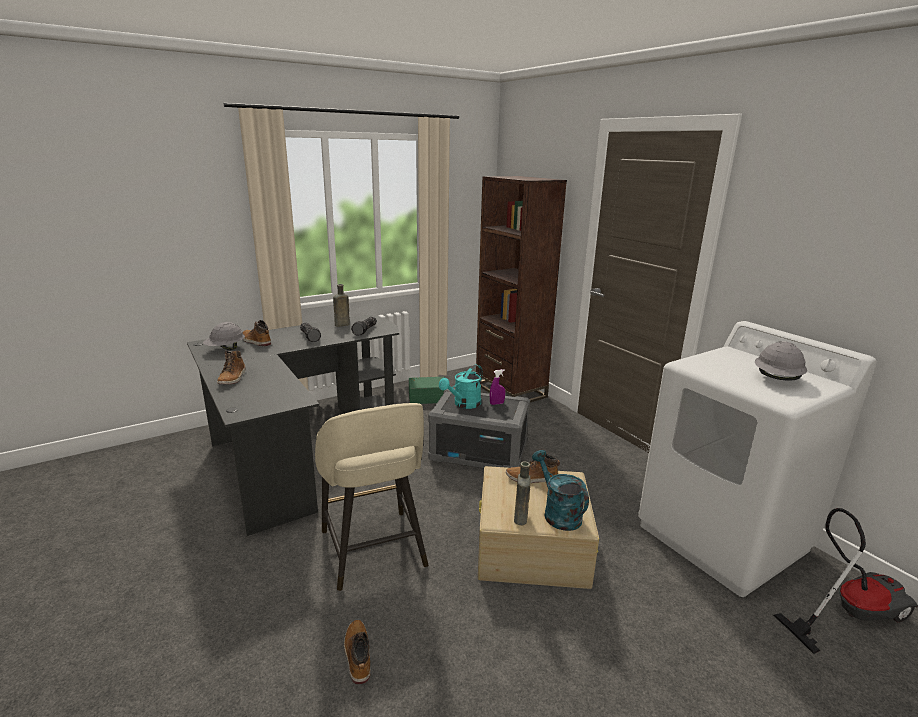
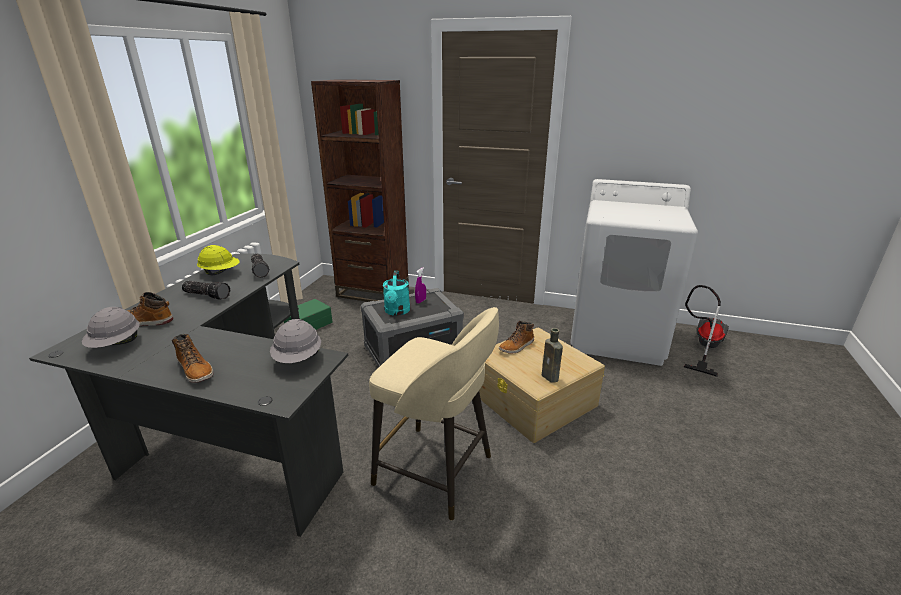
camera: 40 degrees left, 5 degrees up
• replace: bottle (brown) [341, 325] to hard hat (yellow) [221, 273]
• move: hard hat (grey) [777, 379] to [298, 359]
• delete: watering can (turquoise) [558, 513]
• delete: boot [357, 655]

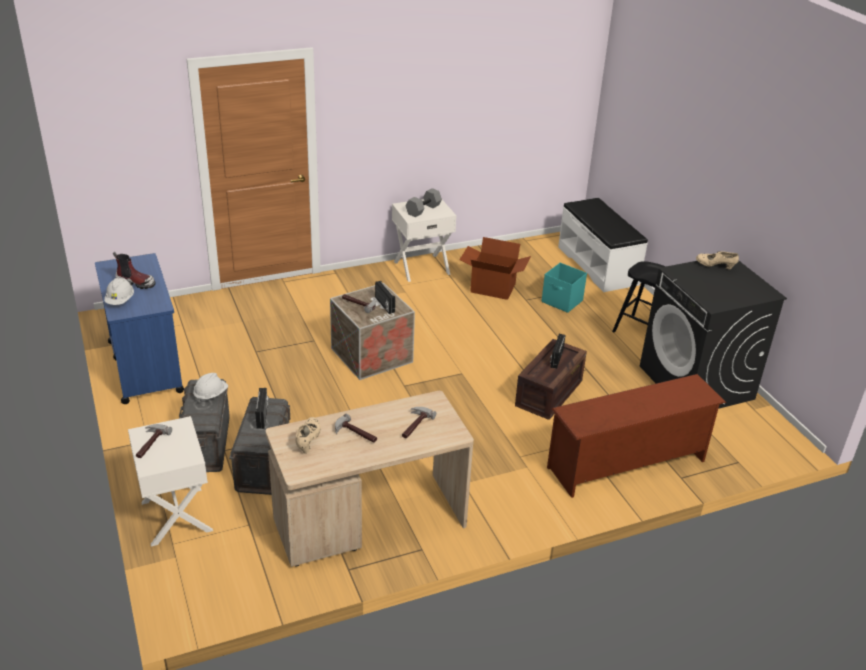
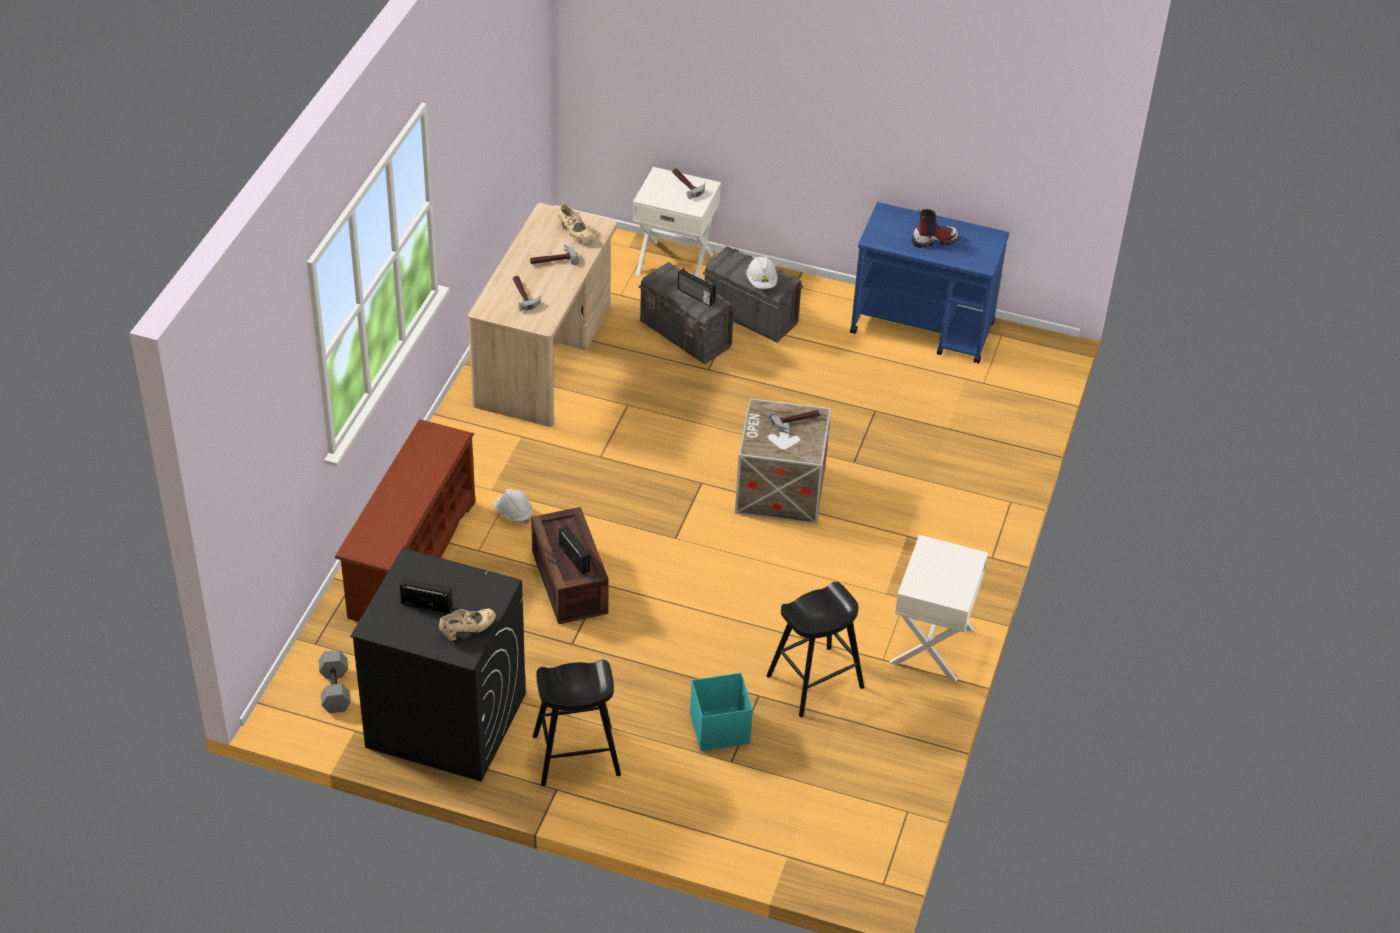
camera: 130 degrees right, 10 degrees up
• move: dumbbell (grey) [423, 209] to [336, 690]
• delete: bench (white) [598, 265]
• replace: cardboard box [492, 288] to stool (black) [815, 681]
• rotate: boot [136, 284] = [934, 240] 150 degrees counterclockwise
• move: hard hat (white) [120, 301] to [513, 513]
• move: radio [384, 305] to [427, 604]

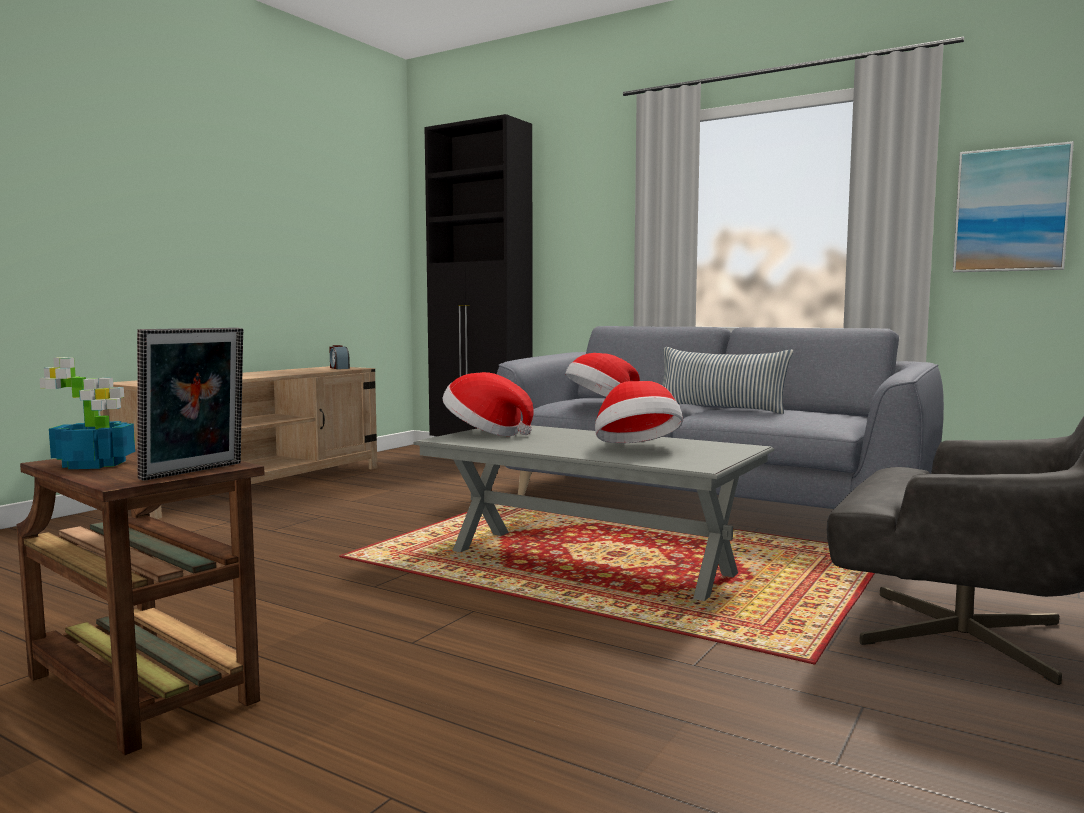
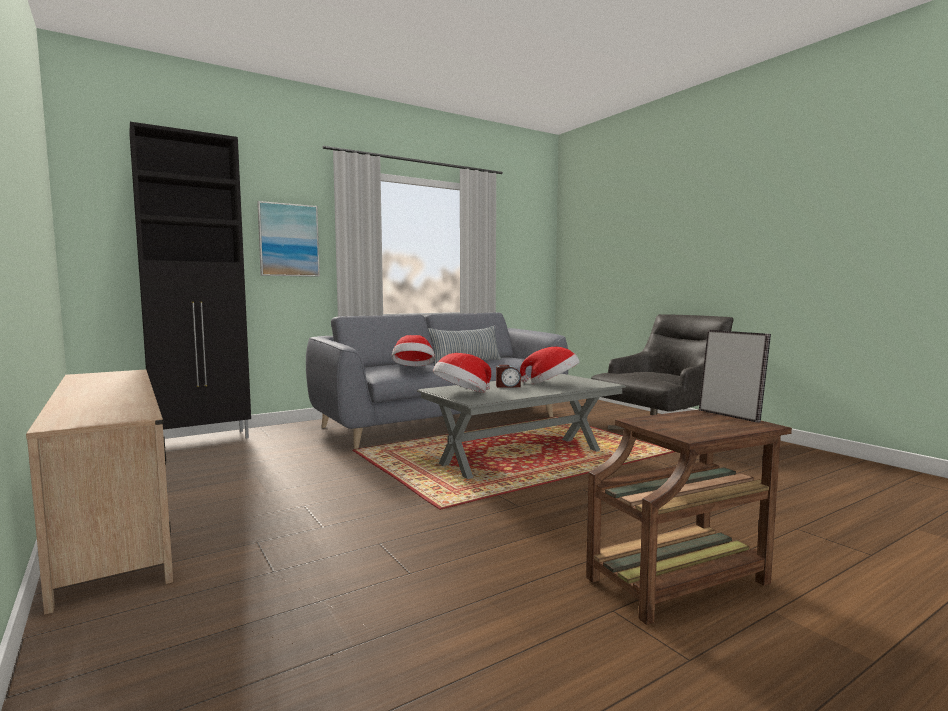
camera: 65 degrees left, 0 degrees up
• move: picture [1011, 210] to [288, 240]
• move: alarm clock [339, 368] to [508, 386]
• delete: potted plant [95, 464]

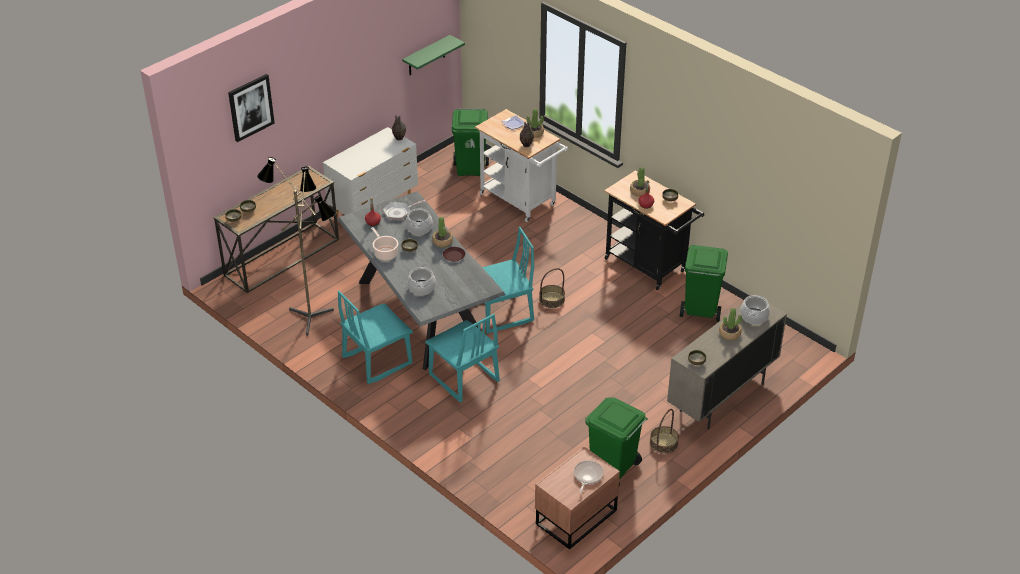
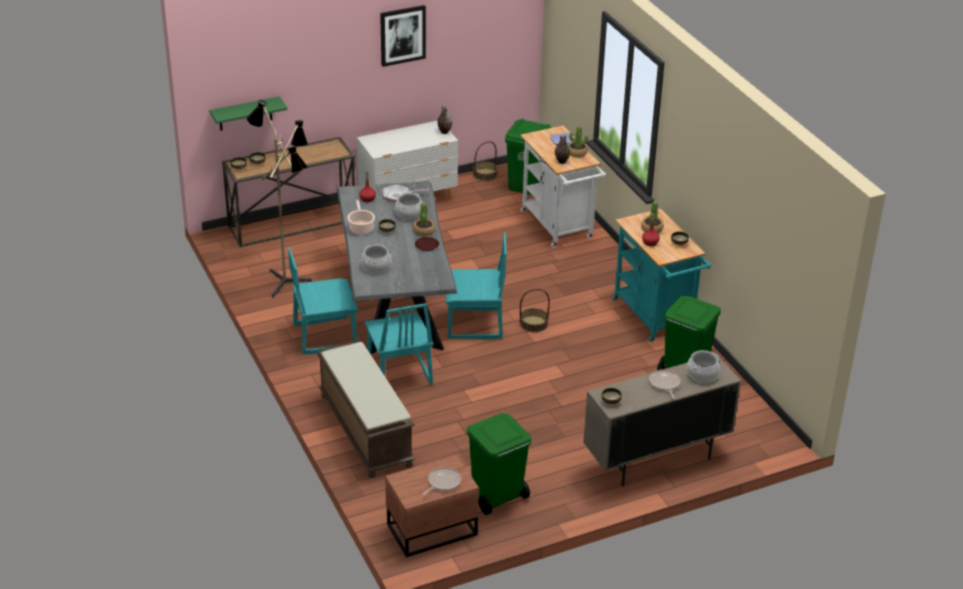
camera: 20 degrees right, 5 degrees down
• move: shelf (green) [426, 56] to [245, 114]
• move: picture [250, 107] to [402, 35]
• recolor: cart (black) [649, 267] to cart (turquoise) [655, 318]
• replace: potted plant [729, 334] to frying pan [664, 384]
• move: basket [663, 443] to [485, 174]
• insert: bench (brown) [364, 429]

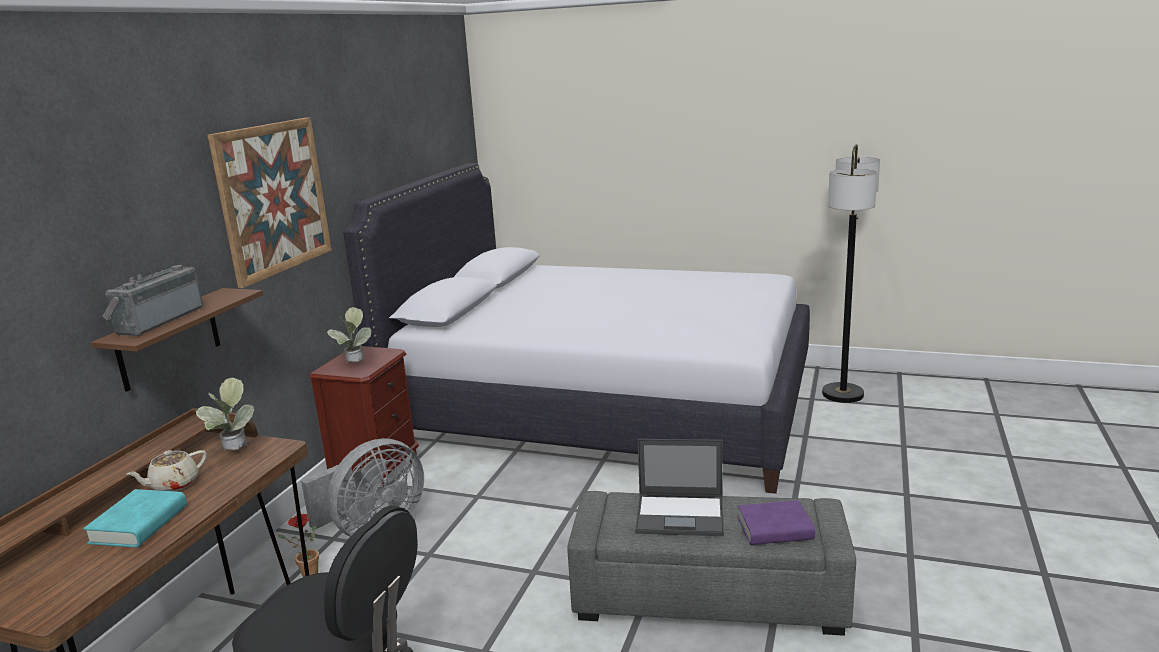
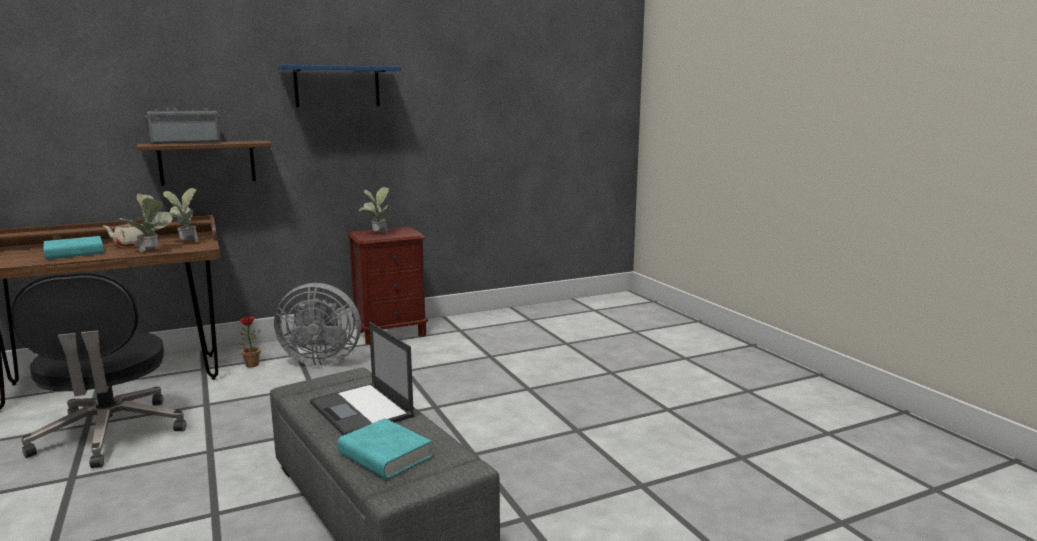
camera: 45 degrees right, 5 degrees down
• replace: picture [273, 198] to shelf (blue) [337, 86]
• delete: floor lamp [843, 394]
• delete: bed (white) [605, 407]
• recolor: book (purple) [775, 529] to book (turquoise) [385, 455]
• insert: potted plant [151, 251]

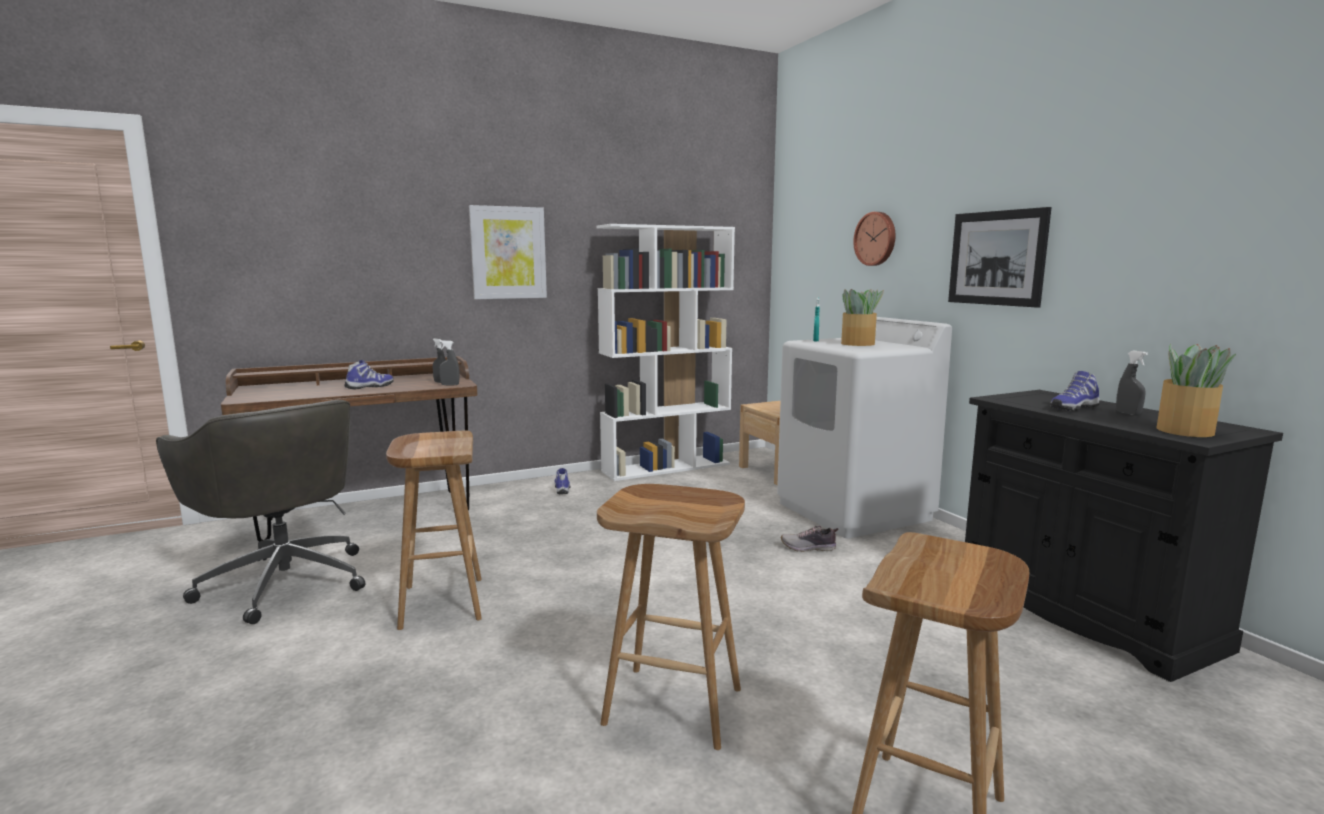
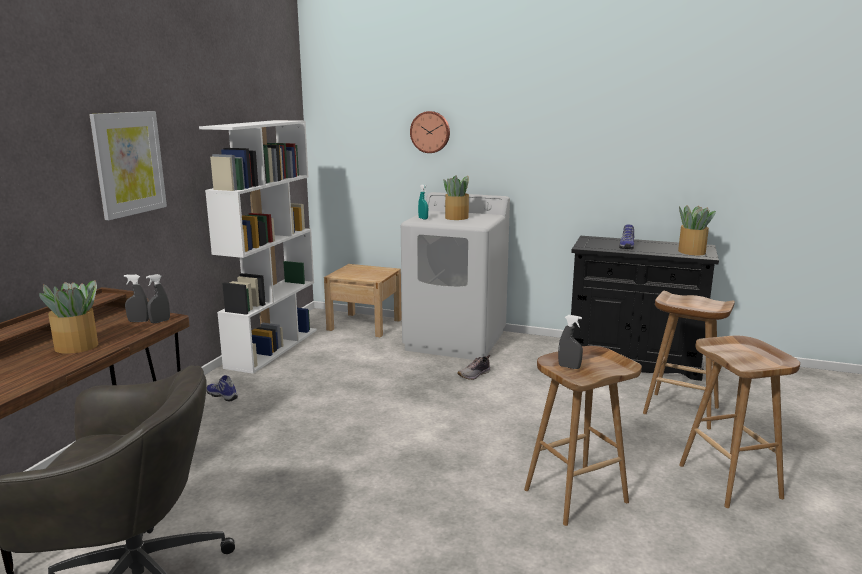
camera: 45 degrees left, 5 degrees up
• delete: picture [996, 258]
• move: spray bottle (grey) [1128, 414] to [569, 367]
• replace: shoe [370, 387] to potted plant [77, 346]
• move: stool (brown) [441, 602] to [679, 410]

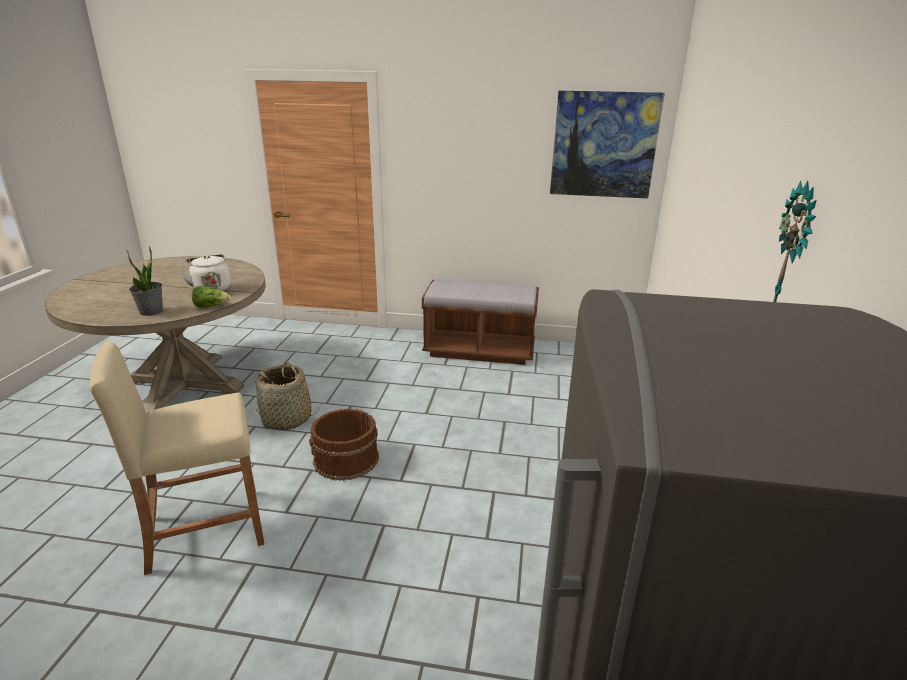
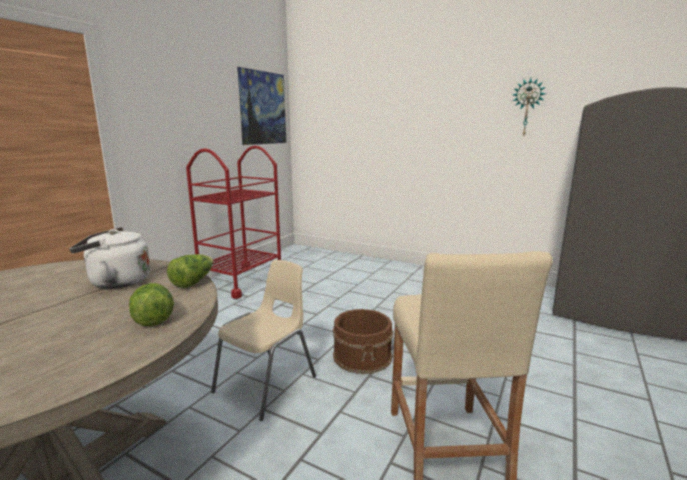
camera: 70 degrees left, 10 degrees down
• replace: potted plant [151, 311] to lettuce [152, 317]
• replace: bench (brown) [479, 350] to cart (red) [241, 281]
• replace: basket [287, 419] to chair (beige) [267, 384]

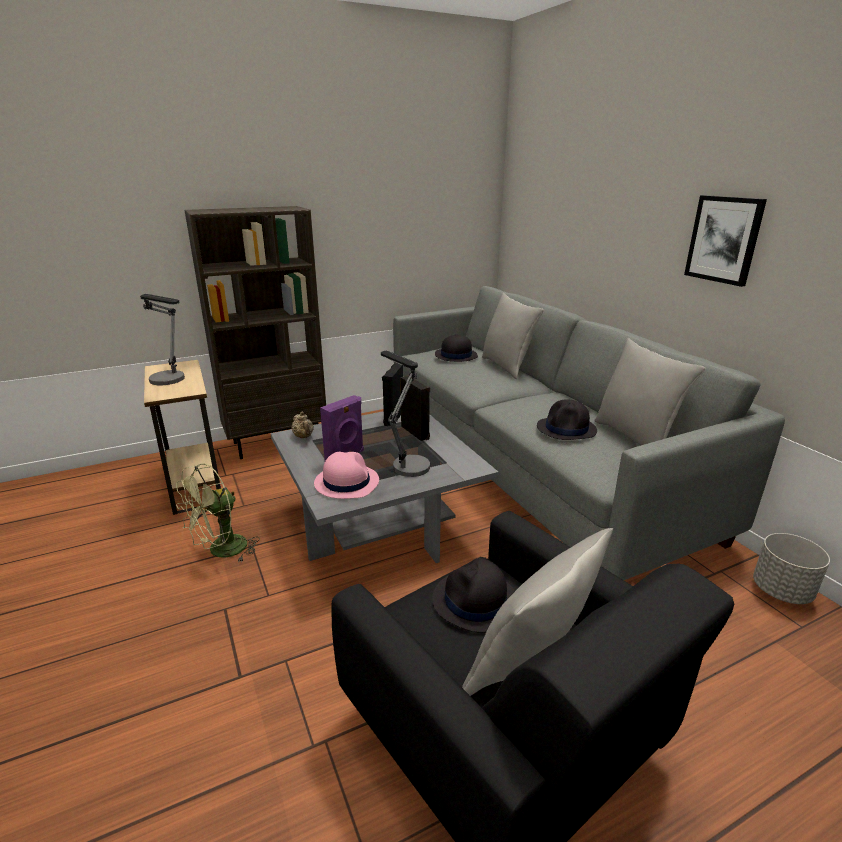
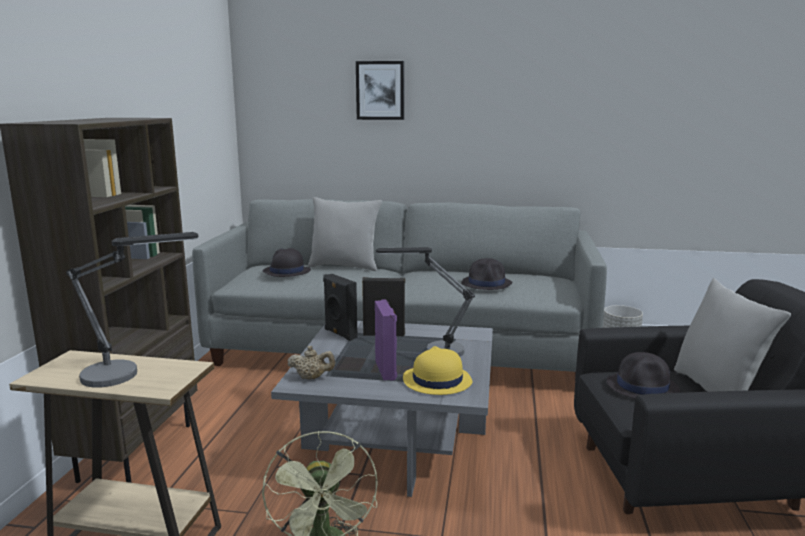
camera: 55 degrees left, 10 degrees down
• move: picture [724, 239] to [380, 90]
• delete: pillow (grey) [635, 437]
• recolor: hat (pink) [346, 482] to hat (yellow) [436, 381]

